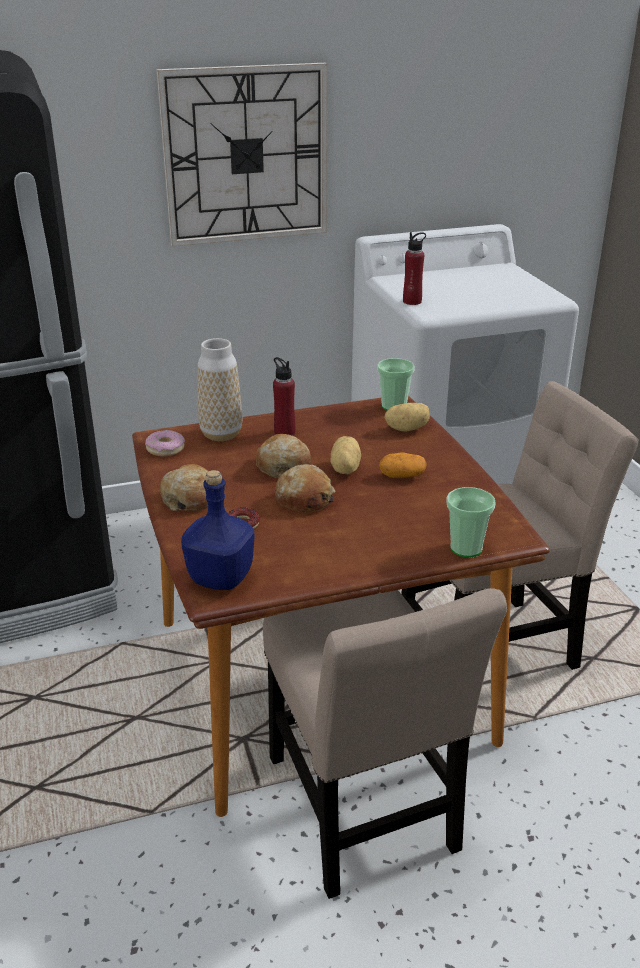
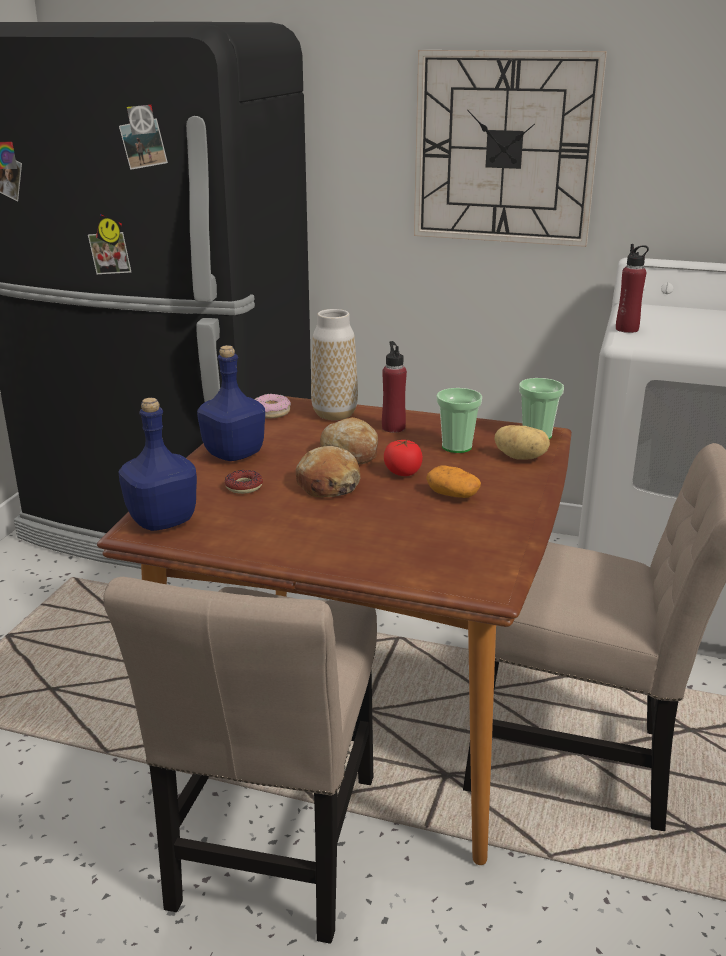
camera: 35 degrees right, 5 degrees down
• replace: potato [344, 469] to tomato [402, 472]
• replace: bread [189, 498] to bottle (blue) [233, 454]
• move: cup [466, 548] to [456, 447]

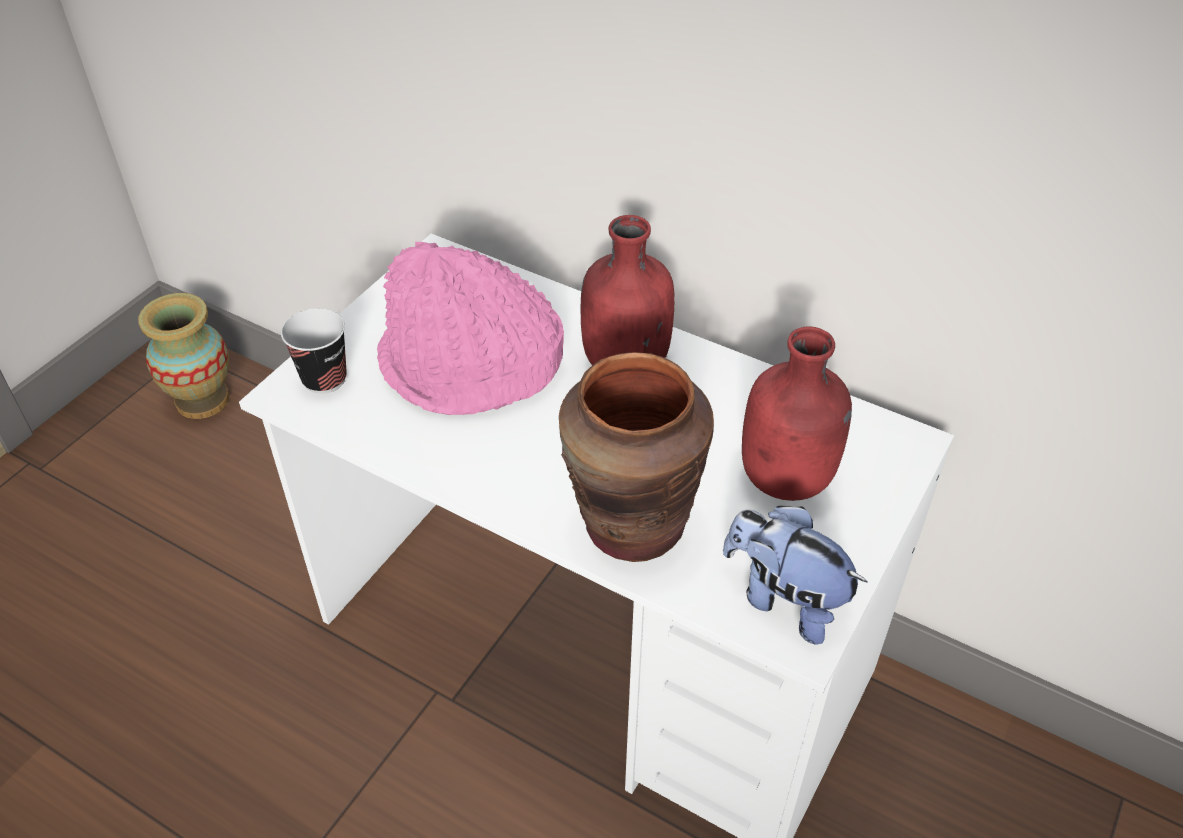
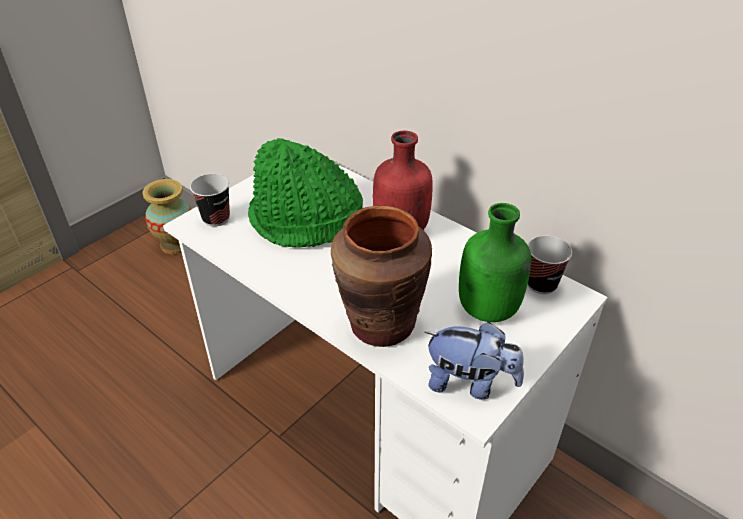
camera: 10 degrees right, 5 degrees down
• recolor: hat (pink) [471, 367] to hat (green) [305, 222]
• recolor: bottle (red) [787, 479] to bottle (green) [489, 309]
• rotate: plush toy [784, 599] = [469, 383] 150 degrees clockwise
• insert: cup [541, 284]

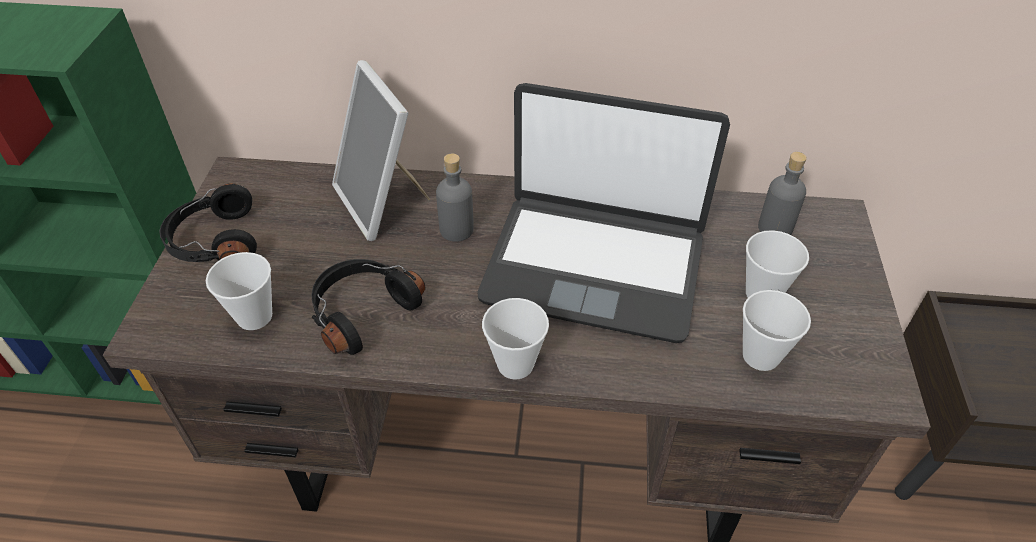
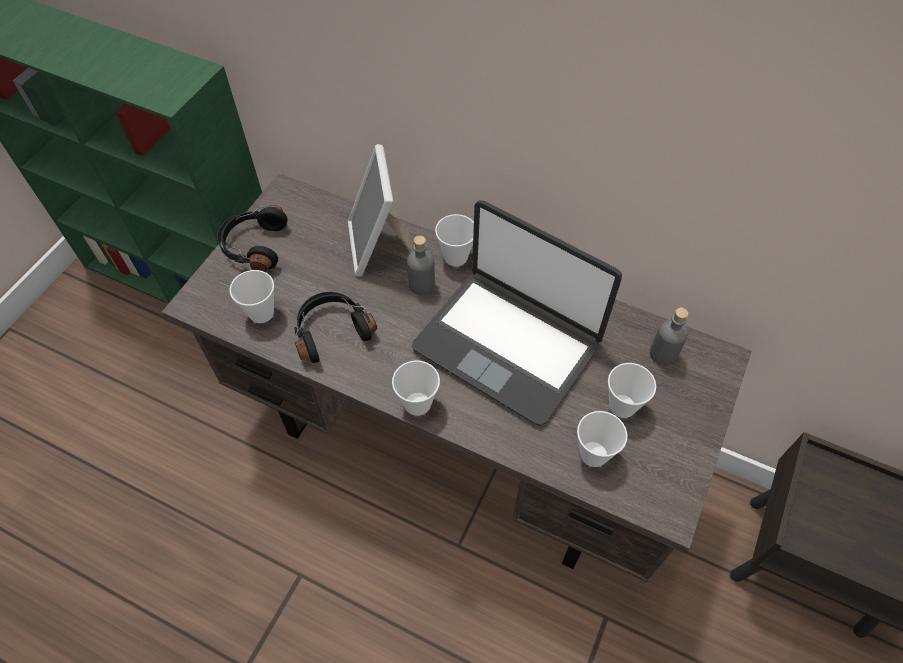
camera: 20 degrees right, 10 degrees up
• insert: cup [455, 257]

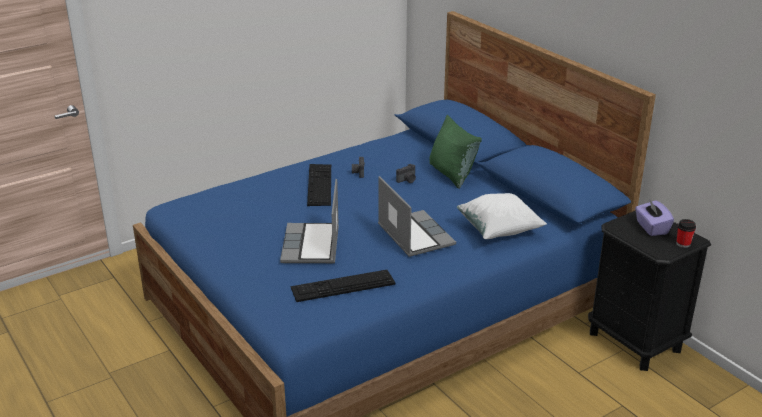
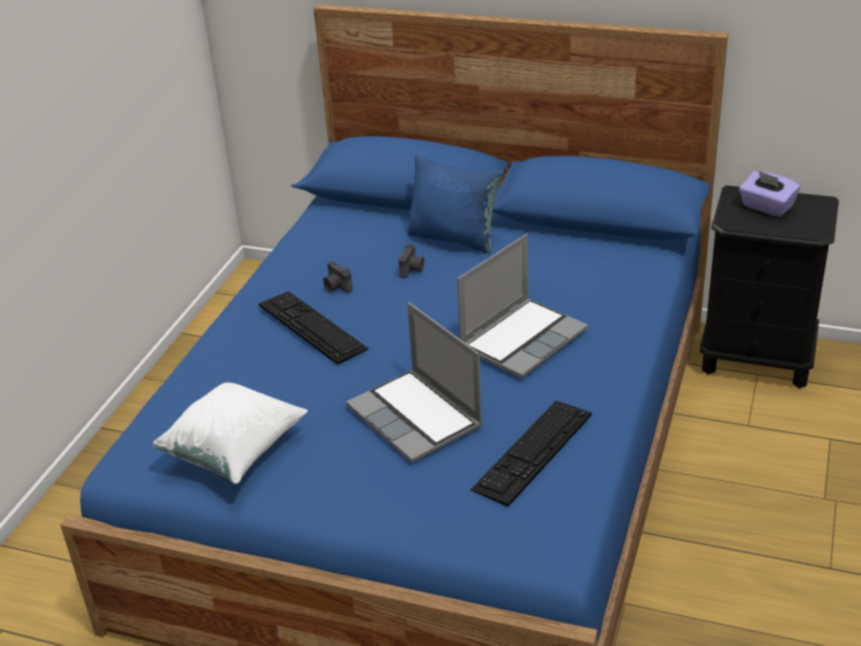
camera: 35 degrees left, 5 degrees up
• recolor: pillow (green) [452, 174] to pillow (blue) [455, 238]
• rotate: laptop [414, 235] = [523, 339] 105 degrees clockwise
• move: pillow (white) [498, 231] to [234, 453]
• delete: cup [683, 244]

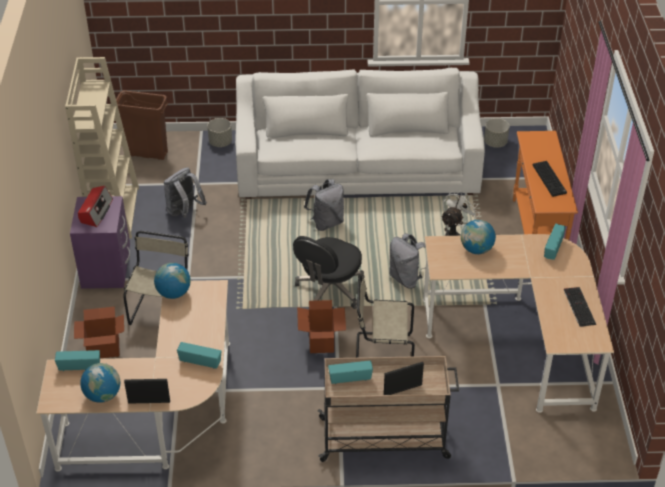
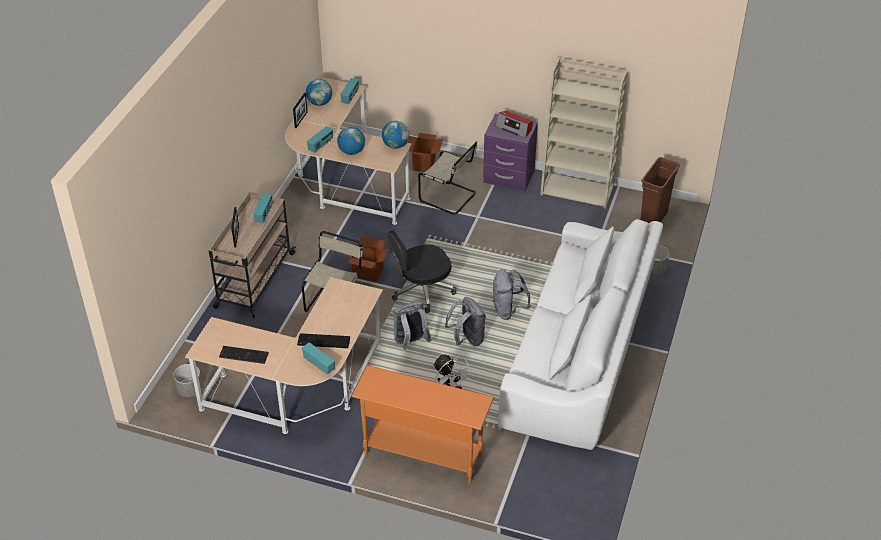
camera: 110 degrees right, 0 degrees up
• move: planter (grey) [495, 143] to [190, 390]
• move: keyboard [550, 179] to [323, 342]
• move: backpack (grey) [184, 212] to [467, 339]
• move: globe [476, 249] to [351, 151]
• rotate: office chair (black) [329, 290] = [421, 291] 75 degrees counterclockwise

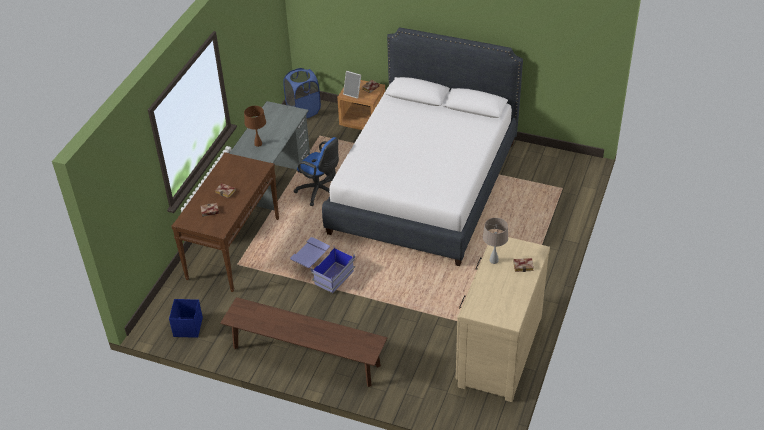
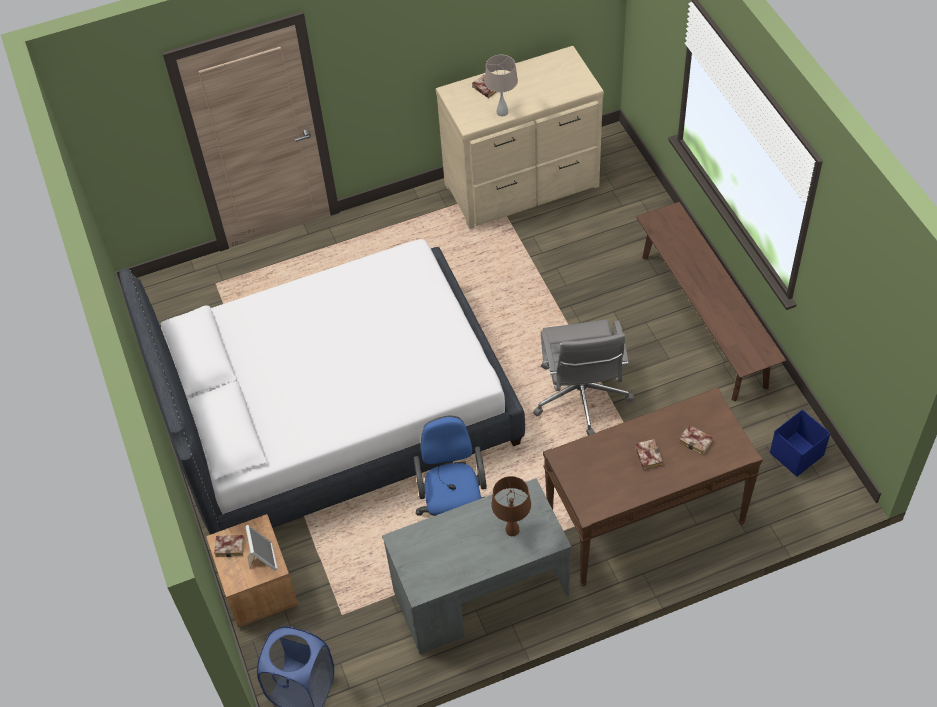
camera: 130 degrees left, 10 degrees up
• replace: storage box (blue) [323, 272] to office chair (grey) [581, 398]

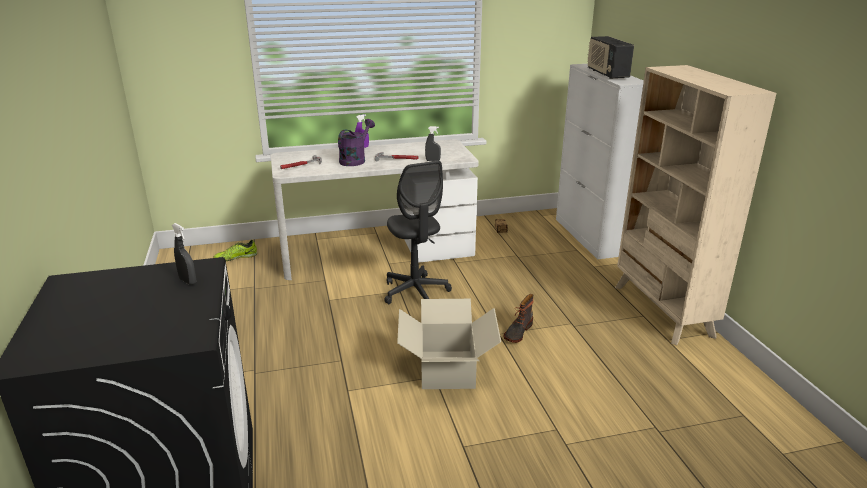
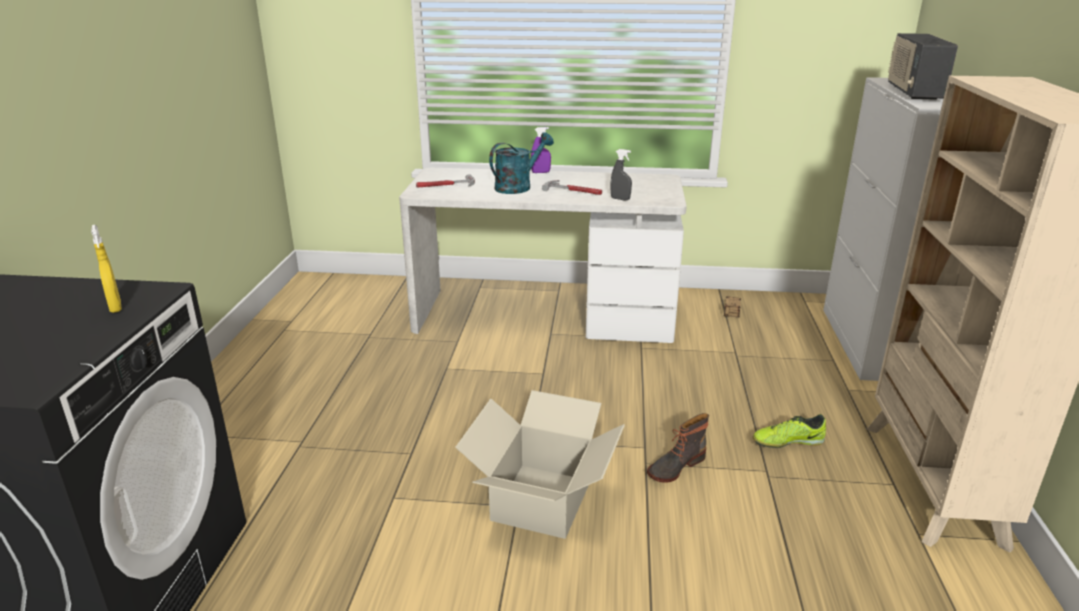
camera: 20 degrees right, 0 degrees up
• recolor: watering can (purple) [355, 160] to watering can (turquoise) [518, 186]
• delete: office chair (grey) [415, 292]
• recolor: spray bottle (grey) [188, 281] to spray bottle (yellow) [115, 307]
• move: shoe [236, 258] to [787, 442]

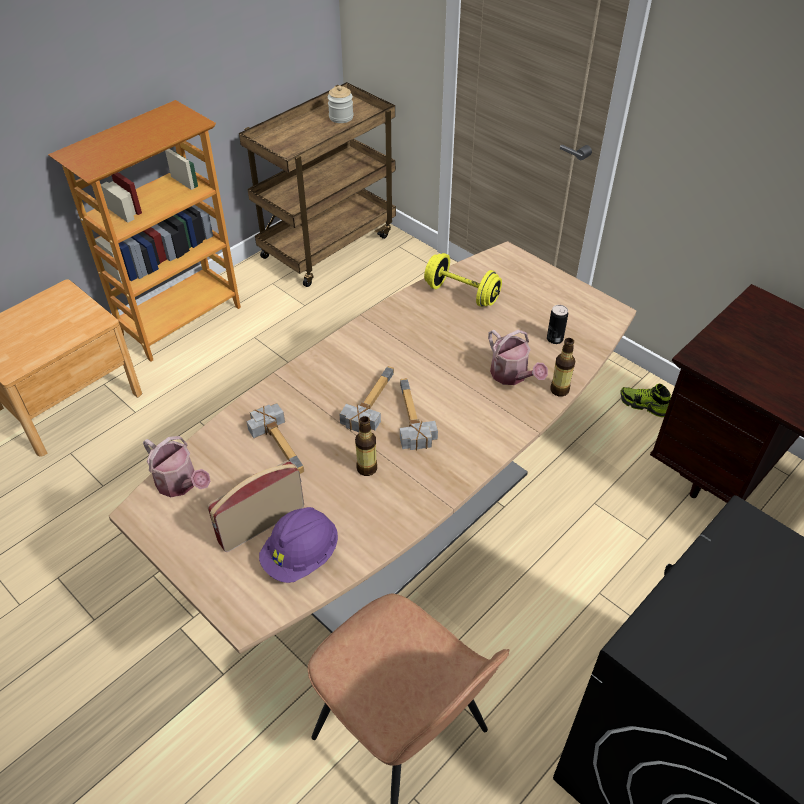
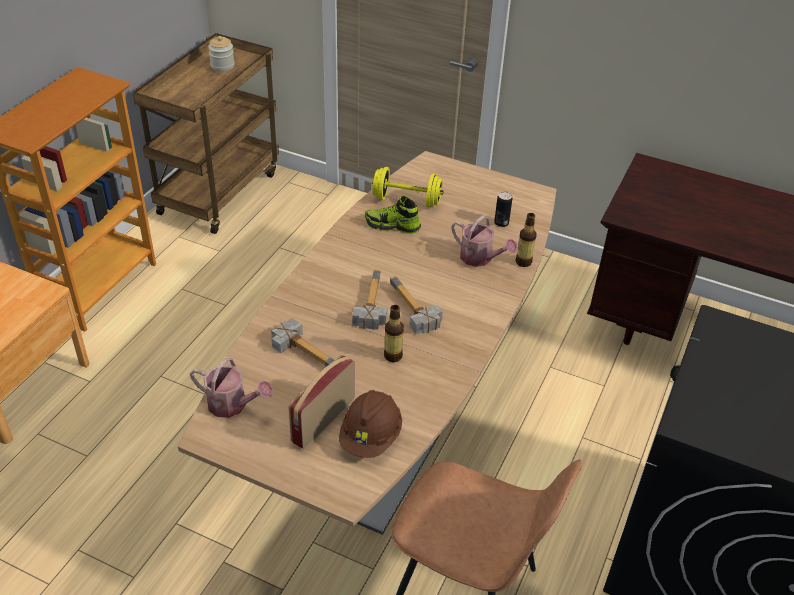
camera: 20 degrees left, 5 degrees down
• move: shoe [644, 405] to [392, 225]
• recolor: hard hat (purple) [301, 556] to hard hat (brown) [371, 437]

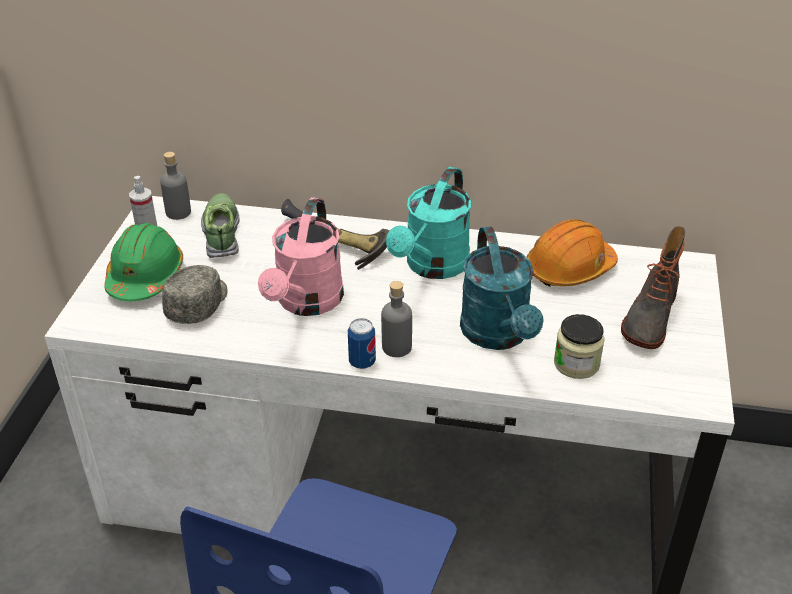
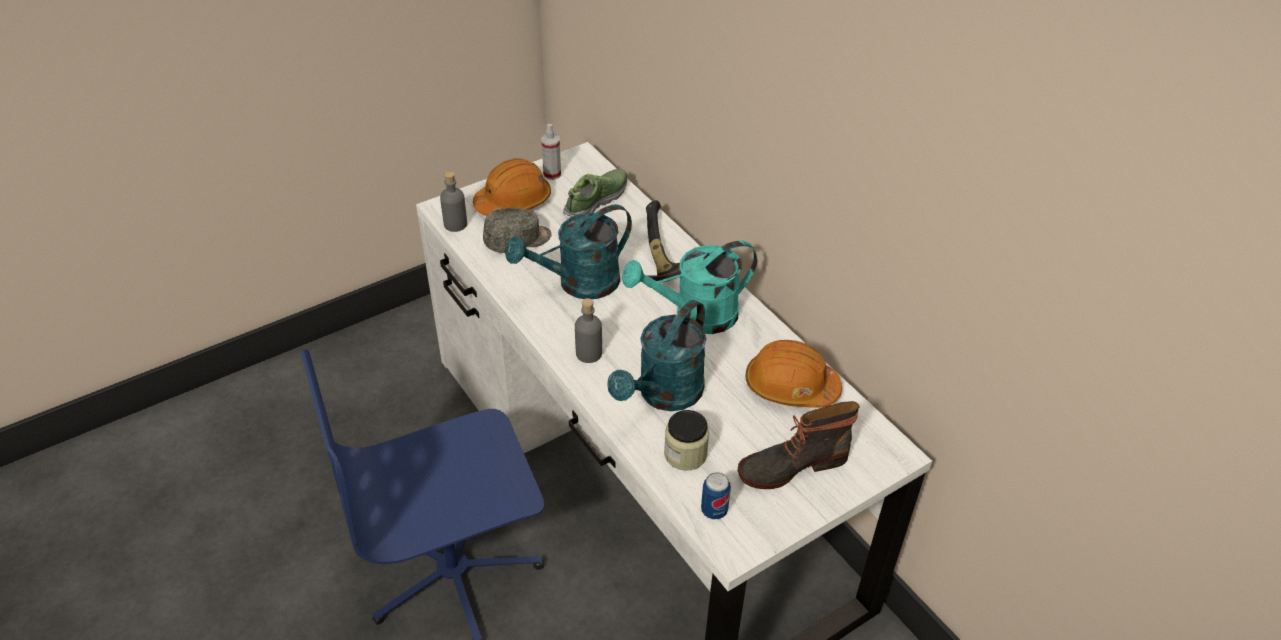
camera: 45 degrees right, 5 degrees up
• move: bottle (grey) [178, 212] to [455, 224]
• recolor: watering can (pink) [306, 303] to watering can (turquoise) [578, 284]
• recolor: hard hat (green) [145, 277] to hard hat (orange) [513, 202]
• move: can [362, 362] to [714, 510]

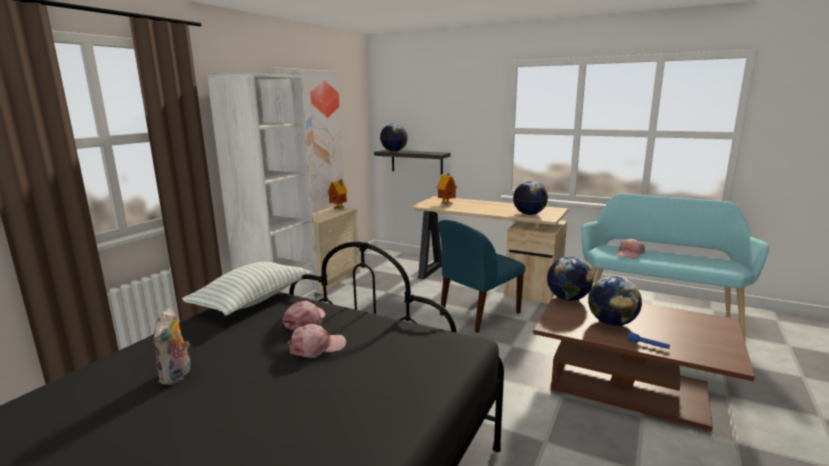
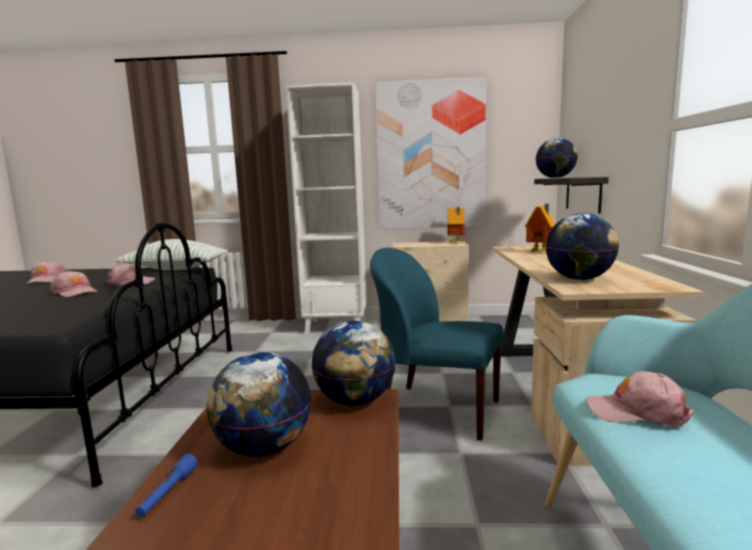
camera: 65 degrees right, 5 degrees down
• replace: plush toy [177, 376] to cap (pink) [46, 280]

